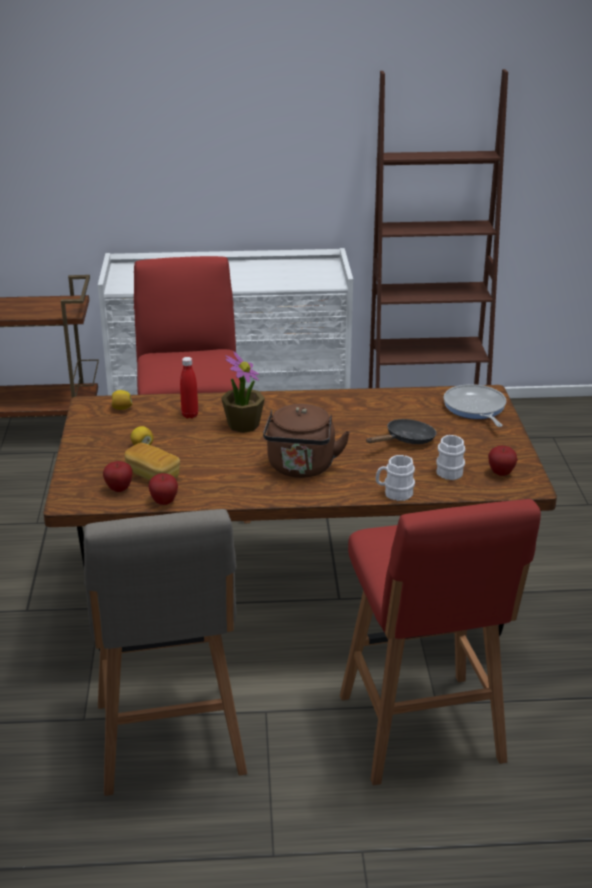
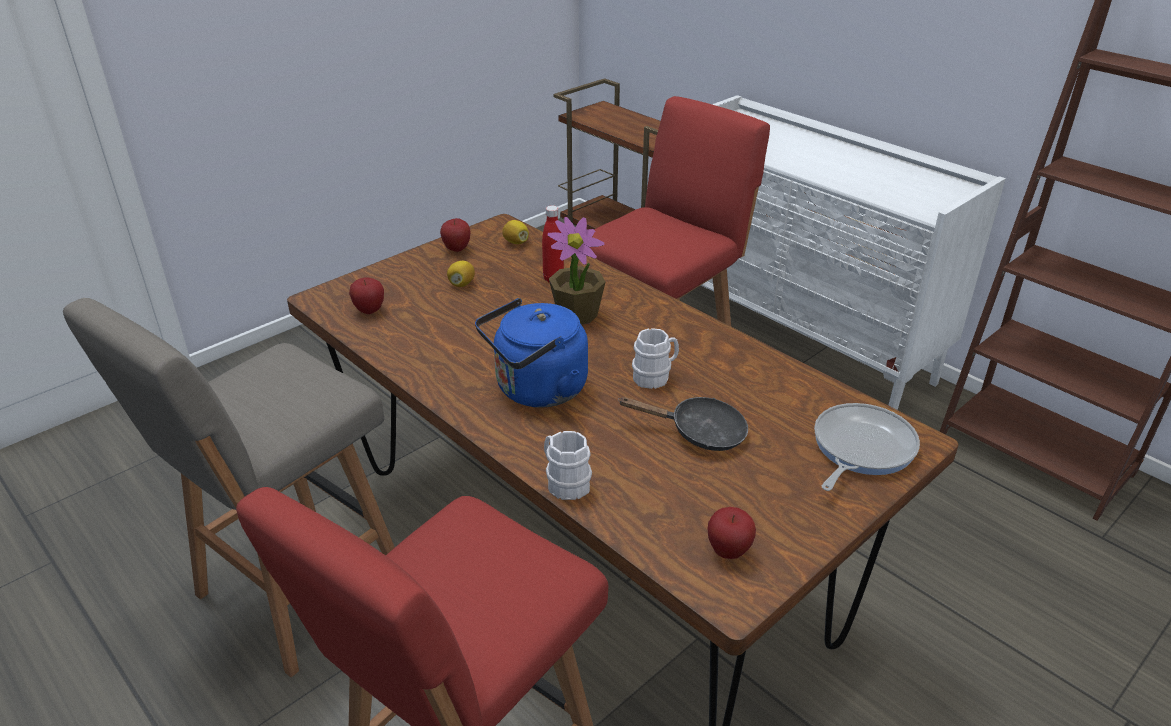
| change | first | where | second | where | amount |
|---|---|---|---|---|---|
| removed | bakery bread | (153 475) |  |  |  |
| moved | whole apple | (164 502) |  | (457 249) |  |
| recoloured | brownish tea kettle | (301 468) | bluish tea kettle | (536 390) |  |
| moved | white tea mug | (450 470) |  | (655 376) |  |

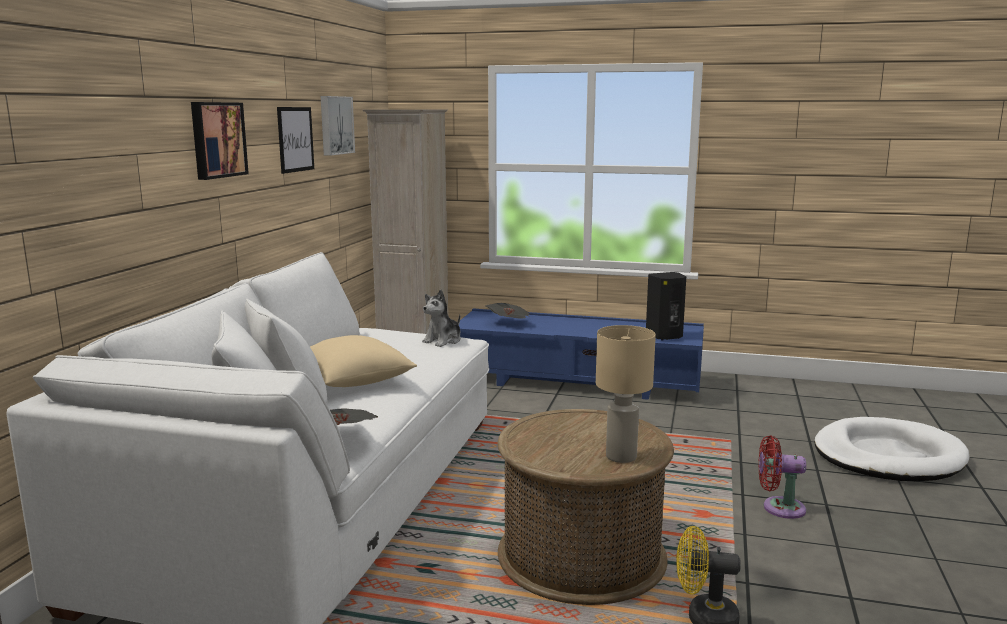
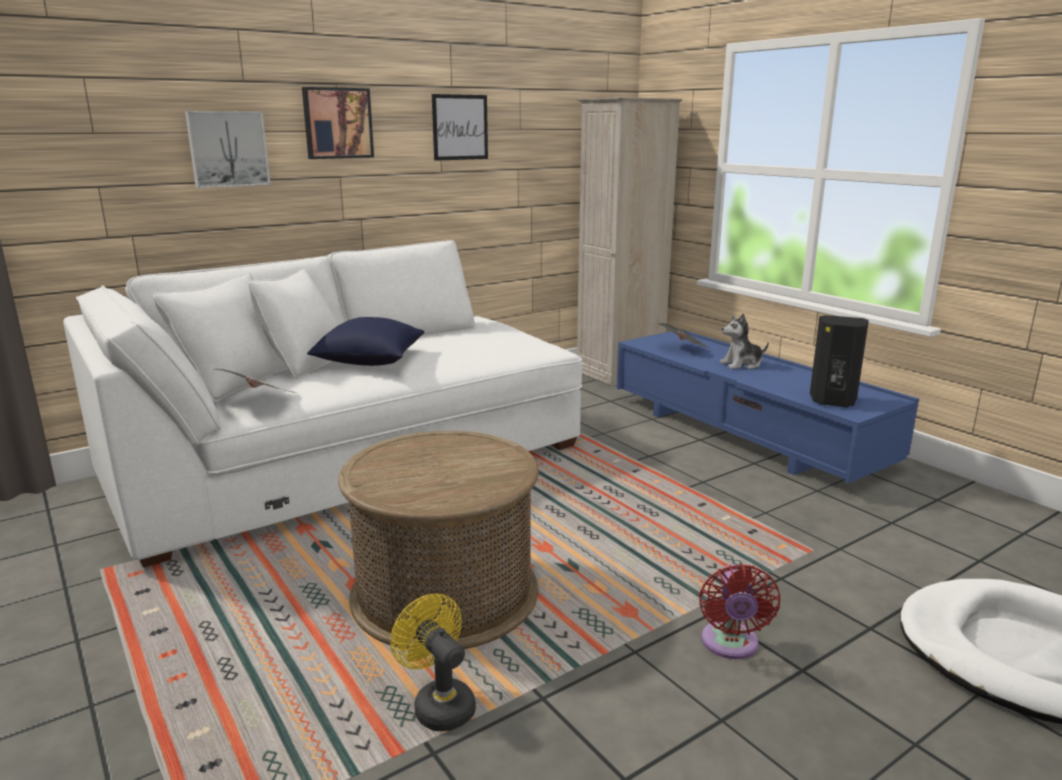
| change | first | where | second | where | amount |
|---|---|---|---|---|---|
| recoloured | beige-coloured throw pillow | (353 381) | bluish throw pillow | (369 361) |  |
| moved | wall picture | (335 125) |  | (228 149) |  |
| moved | soft toy | (443 341) |  | (742 364) |  |
| removed | beige-coloured lamp for a table | (622 456) |  |  |  |
| turned | red cooling fan | (779 508) |  | (730 645) | 135 degrees counterclockwise |

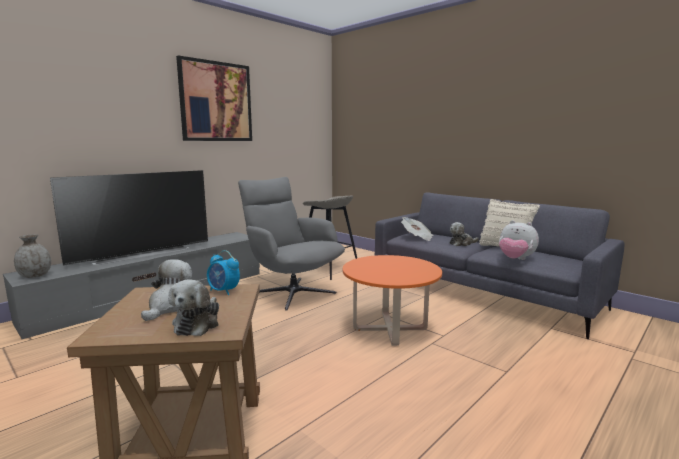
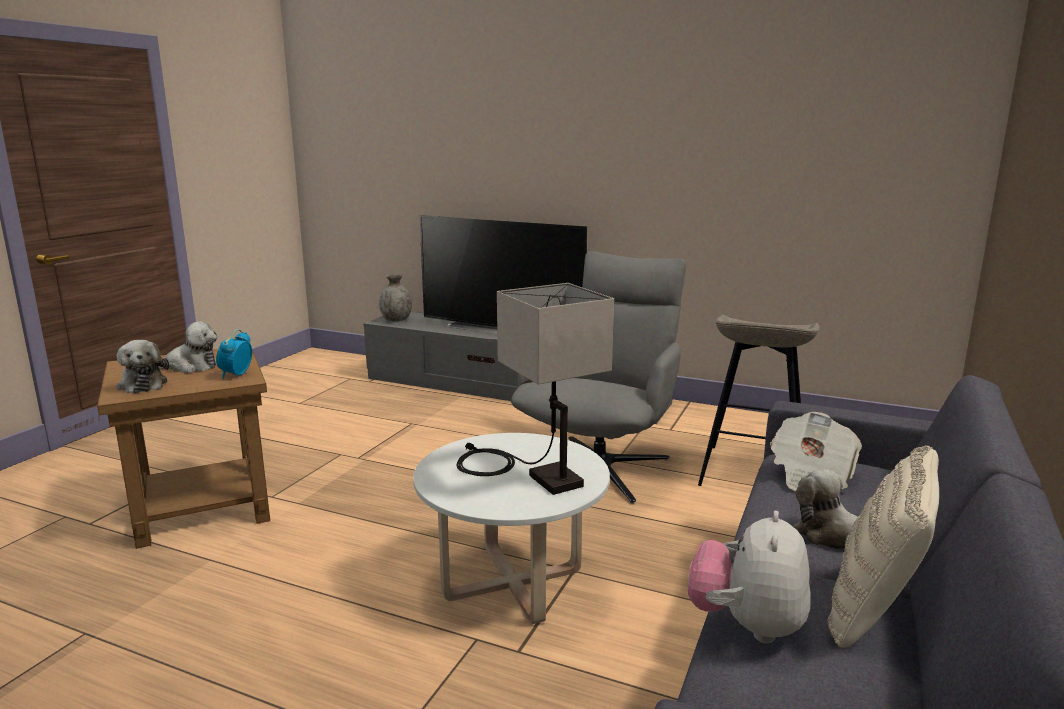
| change | first | where | second | where | amount |
|---|---|---|---|---|---|
| turned | soft toy | (198 323) |  | (143 384) | 105 degrees counterclockwise |
| removed | wall picture | (216 102) |  |  |  |
| recoloured | orange-coloured low table | (390 329) | white low table | (512 583) |  |
| added |  |  | lamp for a table | (526 472) |  |

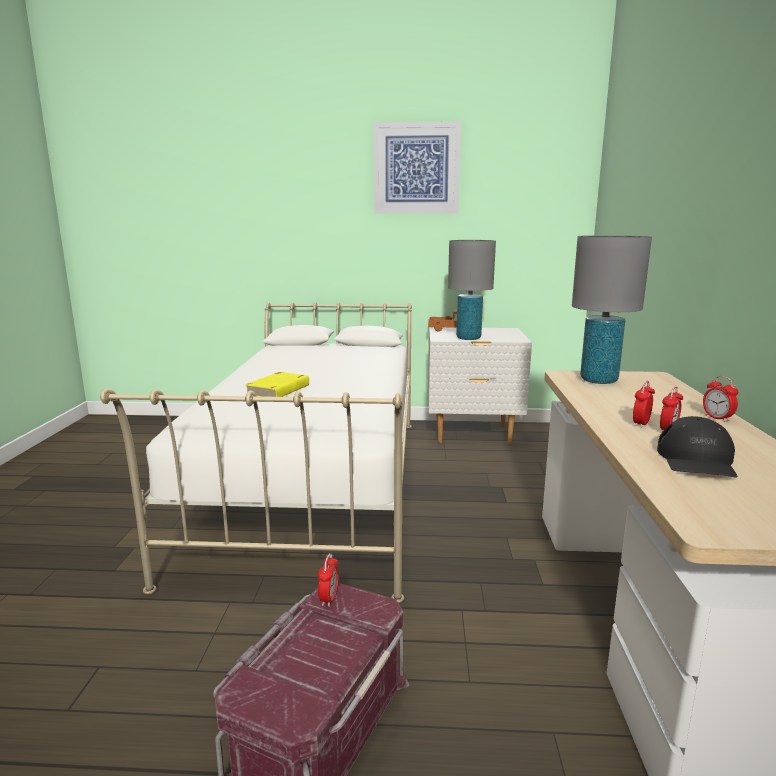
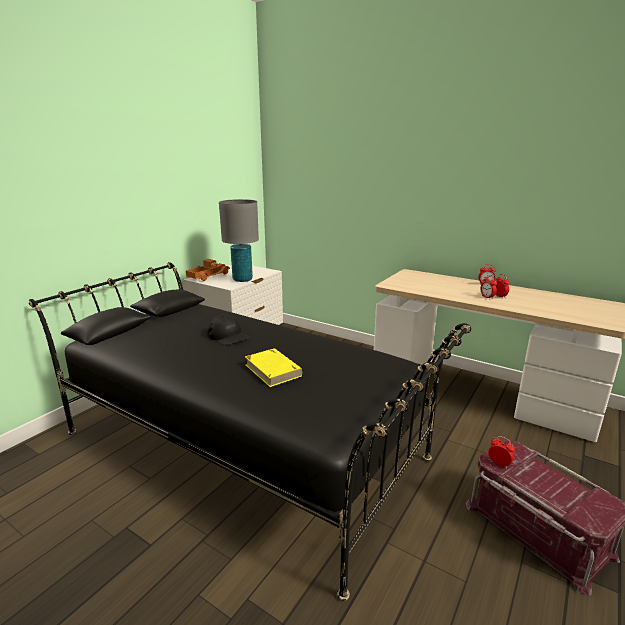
| change | first | where | second | where | amount |
|---|---|---|---|---|---|
| recoloured | white bedroom bed | (314 487) | blackish bedroom bed | (241 446) |  |
| removed | wall picture | (416 169) |  |  |  |
| removed | greyish lamp for a table | (598 380) |  |  |  |
| moved | blackish baseball cap | (697 460) |  | (228 336) |  |

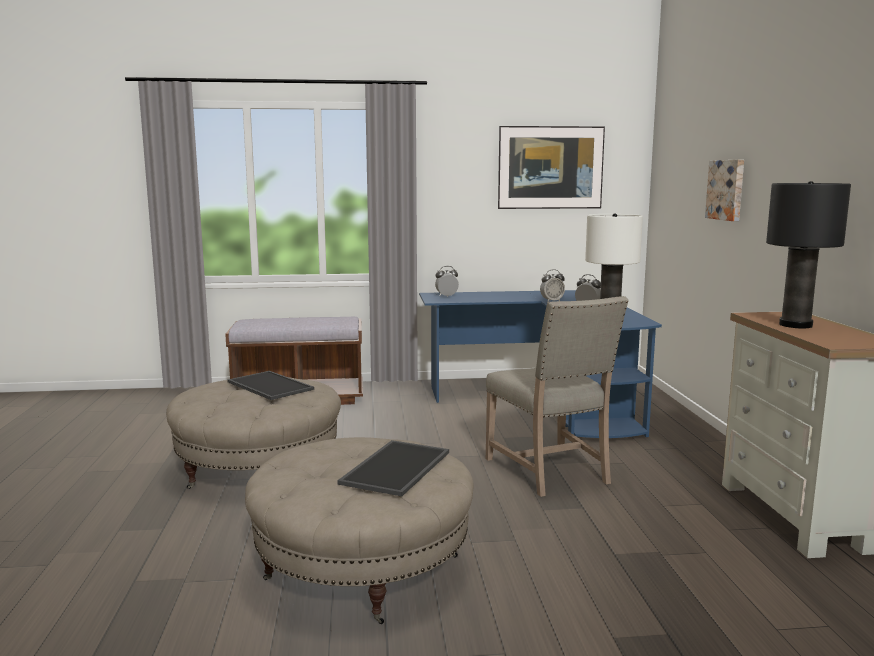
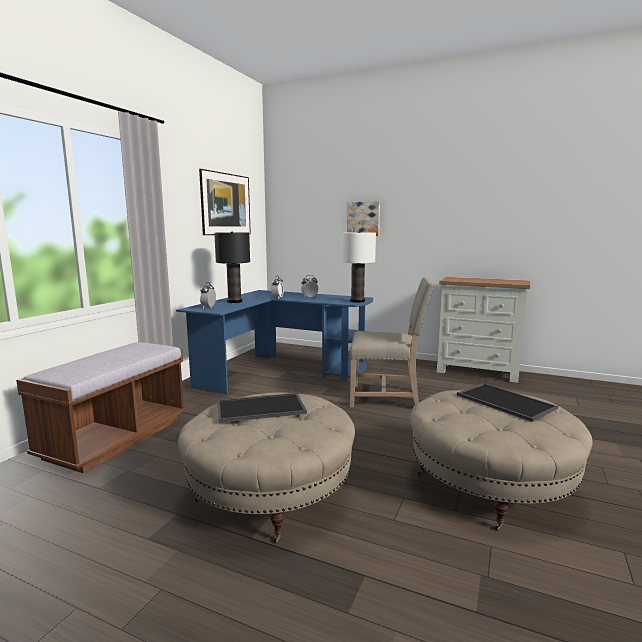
| change | first | where | second | where | amount |
|---|---|---|---|---|---|
| moved | blackish lamp for a table | (795 325) |  | (234 301) |  |

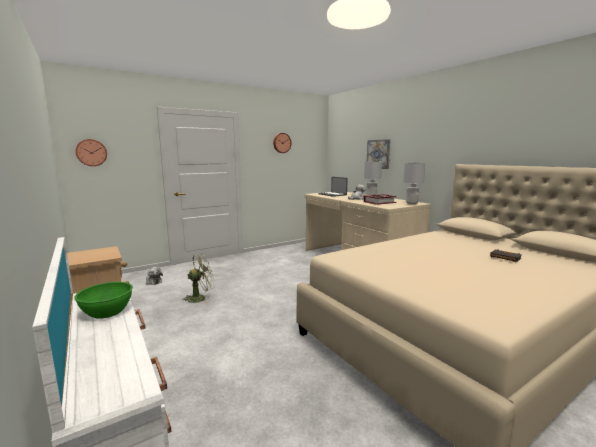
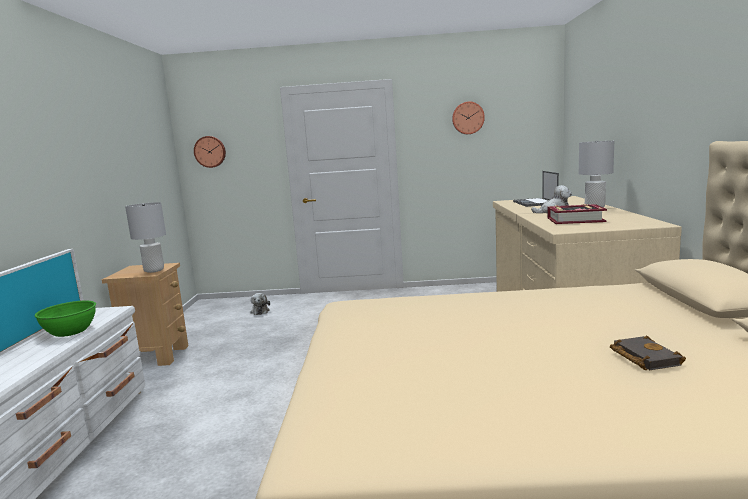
| change | first | where | second | where | amount |
|---|---|---|---|---|---|
| removed | green-coloured cooling fan | (200 298) |  |  |  |
| removed | wall picture | (378 154) |  |  |  |
| moved | greyish lamp for a table | (411 204) |  | (154 271) |  |

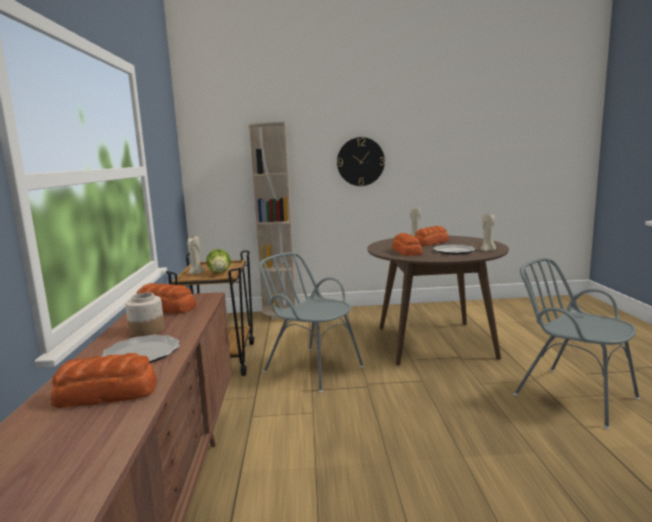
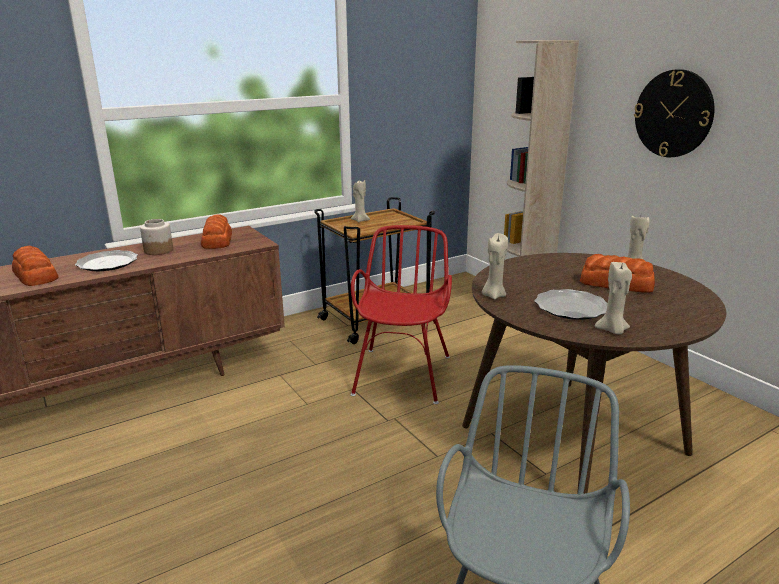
| change | first | where | second | where | amount |
|---|---|---|---|---|---|
| removed | lettuce head | (219 272) |  |  |  |
| recoloured | greyish chair | (311 367) | red chair | (402 372) |  |
| removed | bakery bread | (406 252) |  |  |  |
| added |  |  | beige-coloured wax light | (493 295) |  |

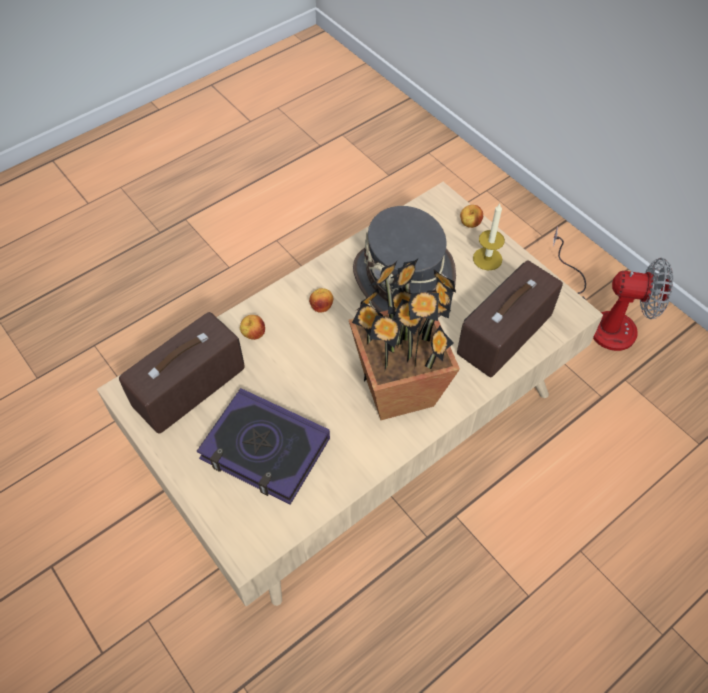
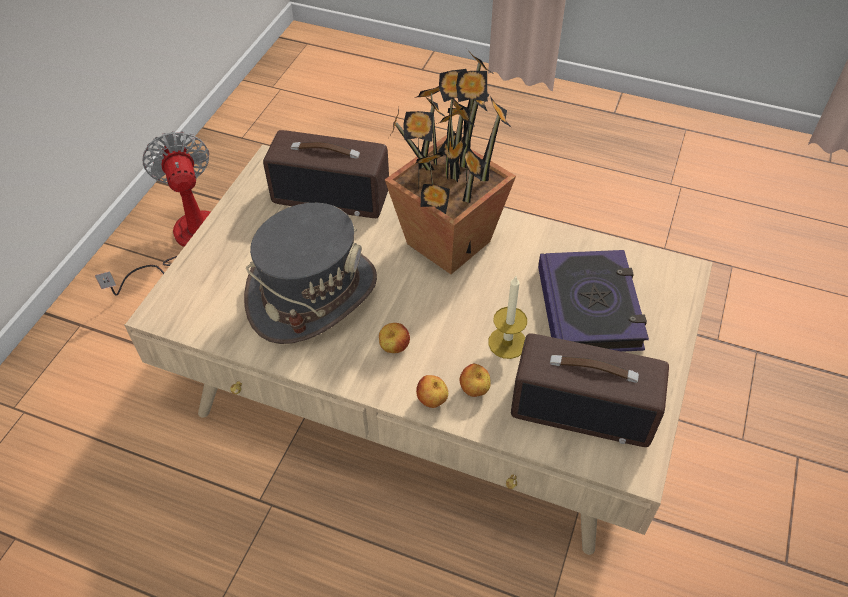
| change | first | where | second | where | amount |
|---|---|---|---|---|---|
| moved | whole apple | (469 224) |  | (432 400) |  |
| moved | wax light | (487 259) |  | (507 343) |  |

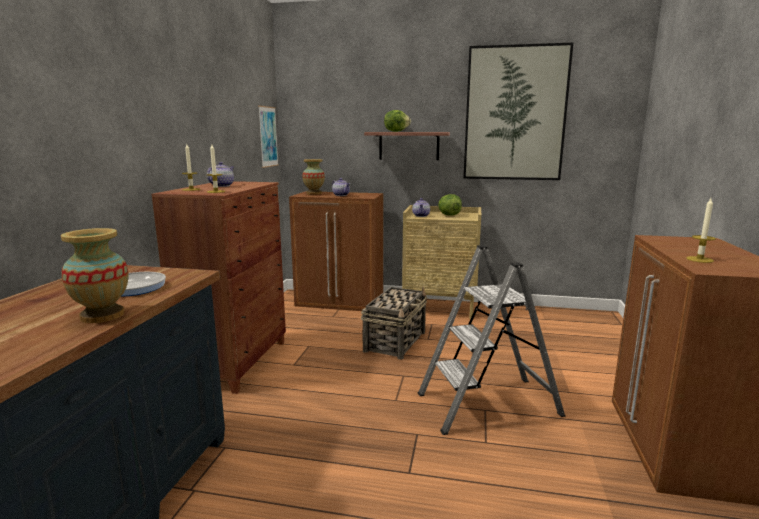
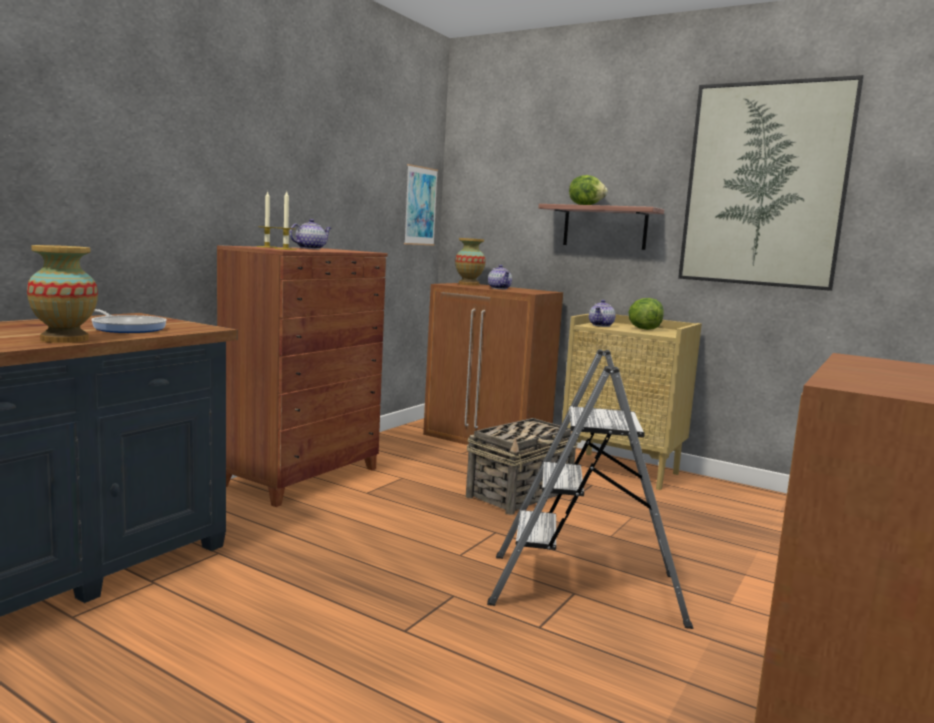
| change | first | where | second | where | amount |
|---|---|---|---|---|---|
| removed | wax light | (699 259) |  |  |  |

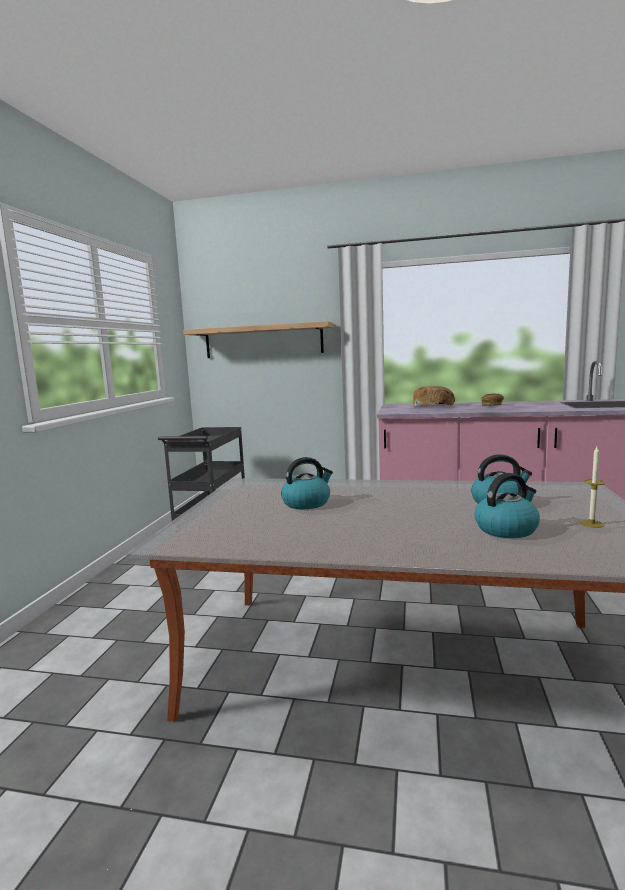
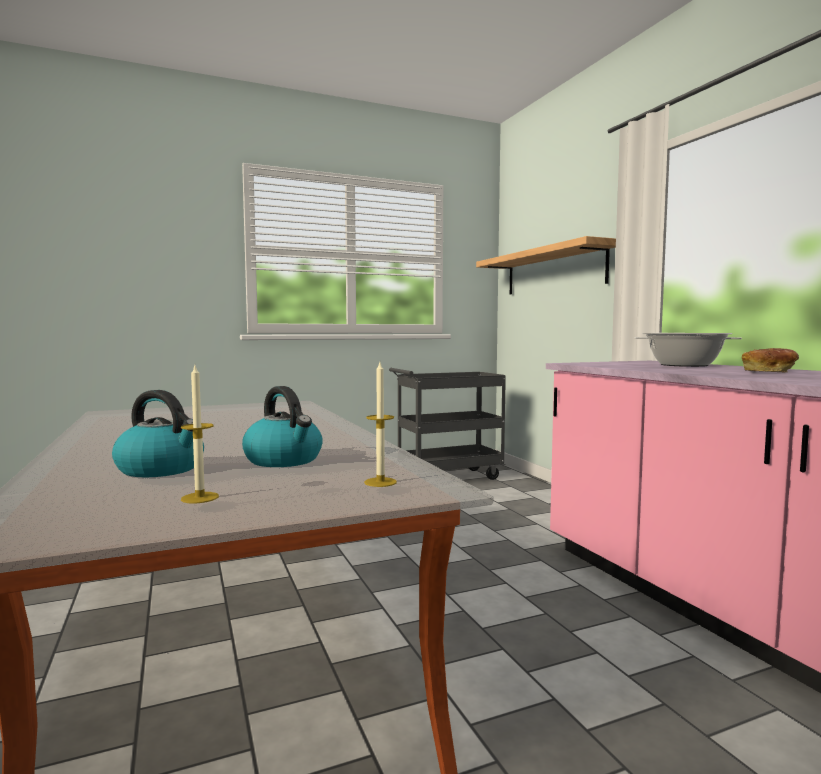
| change | first | where | second | where | amount |
|---|---|---|---|---|---|
| removed | tea kettle | (307 503) |  |  |  |
| replaced | bakery bread | (432 405) | saucepot | (683 365) |  |
| added |  |  | wax light | (380 482) |  |

